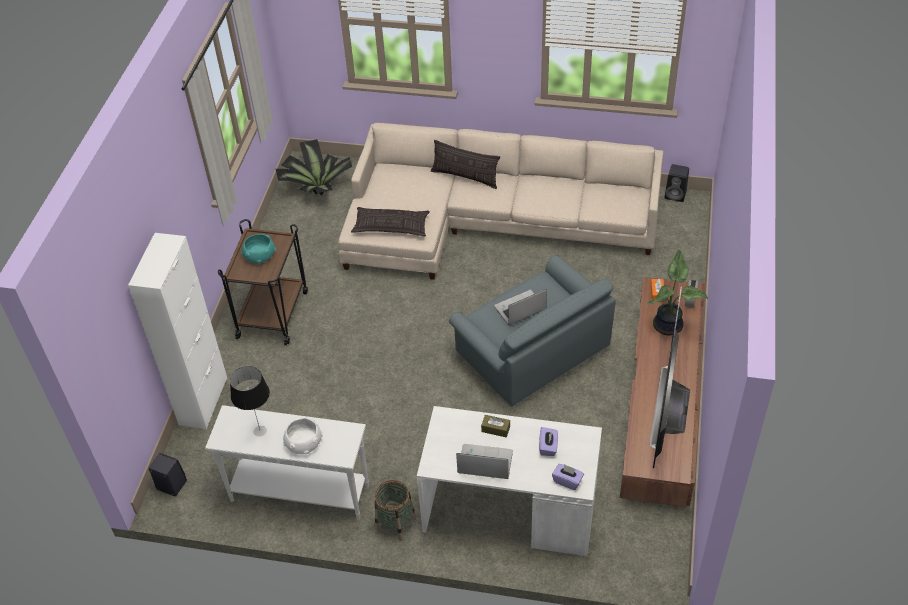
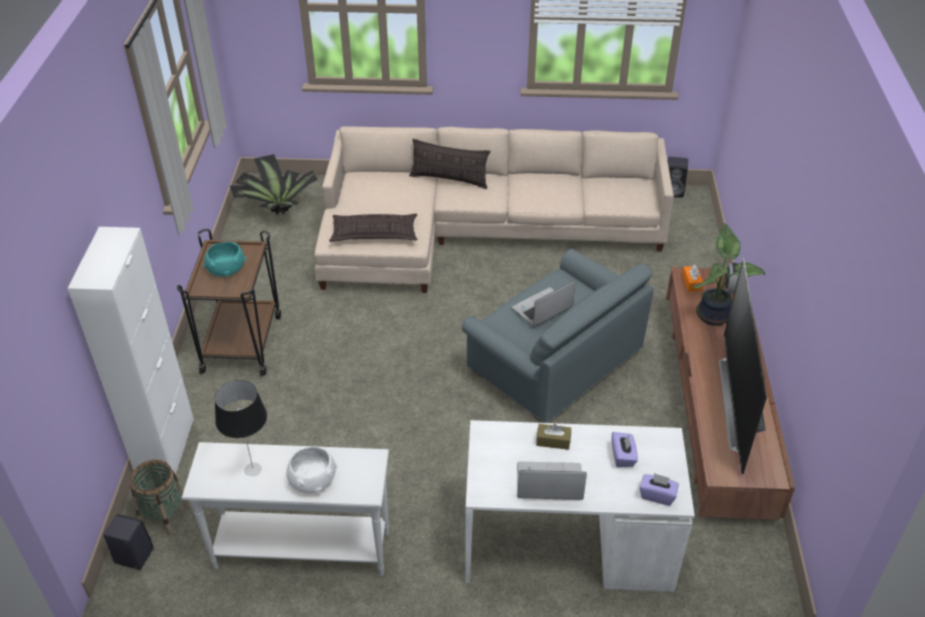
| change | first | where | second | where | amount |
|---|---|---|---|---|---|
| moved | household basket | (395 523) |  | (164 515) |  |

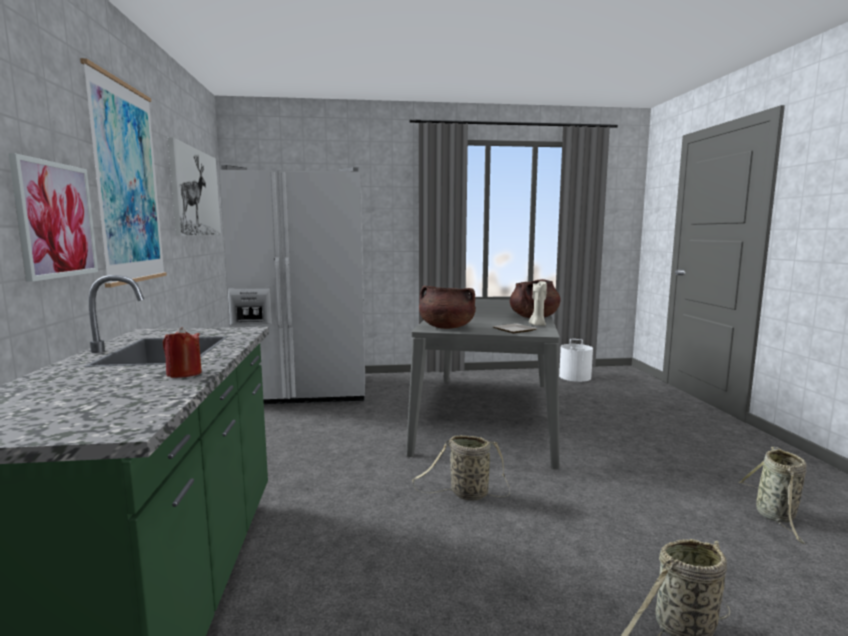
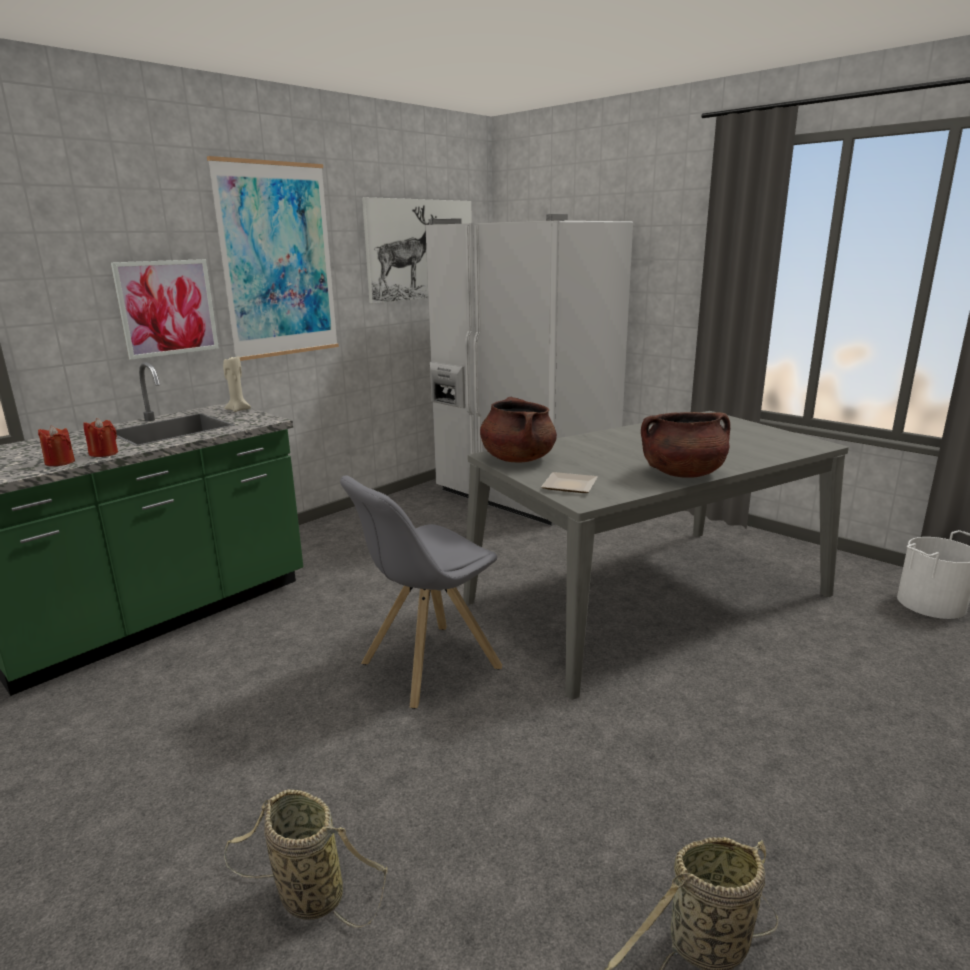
| change | first | where | second | where | amount |
|---|---|---|---|---|---|
| replaced | household basket | (466 494) | greyish chair | (429 665) |  |
| moved | beige-coloured wax light | (537 325) |  | (238 410) |  |
| added |  |  | red wax light | (60 462) |  |

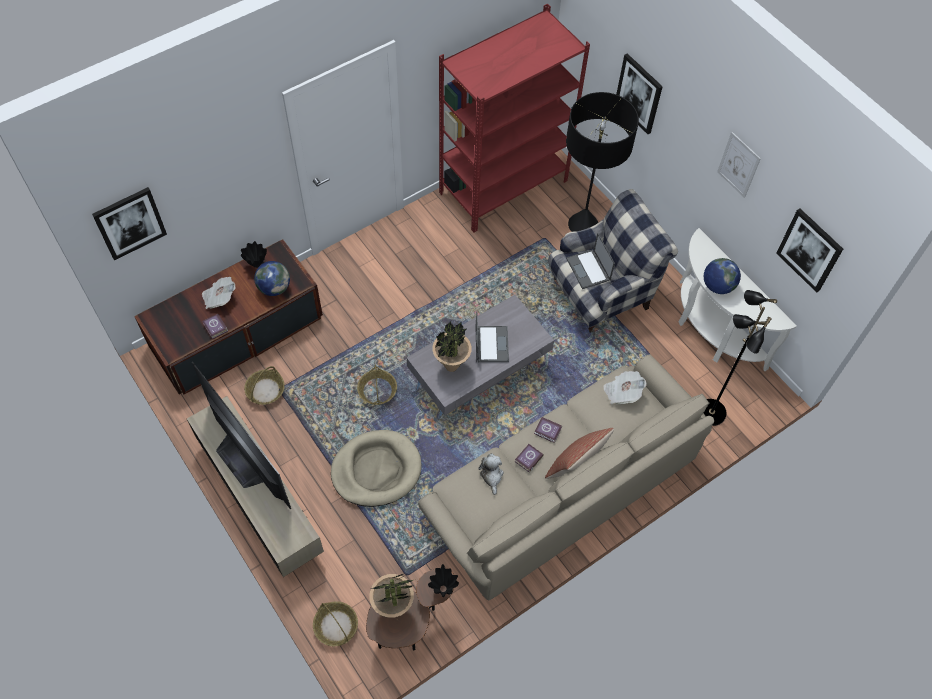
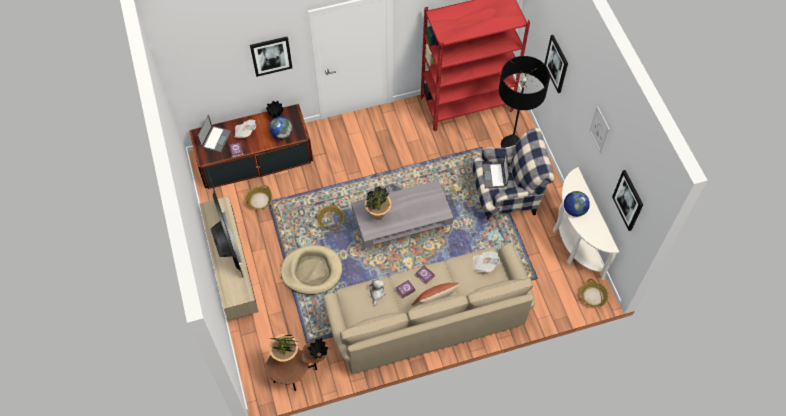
| change | first | where | second | where | amount |
|---|---|---|---|---|---|
| moved | wall picture | (129 223) |  | (271 55) |  |
| moved | household basket | (335 626) |  | (593 296) |  |
| moved | laptop | (491 344) |  | (216 139) |  |
| removed | blackish standard lamp | (710 412) |  |  |  |

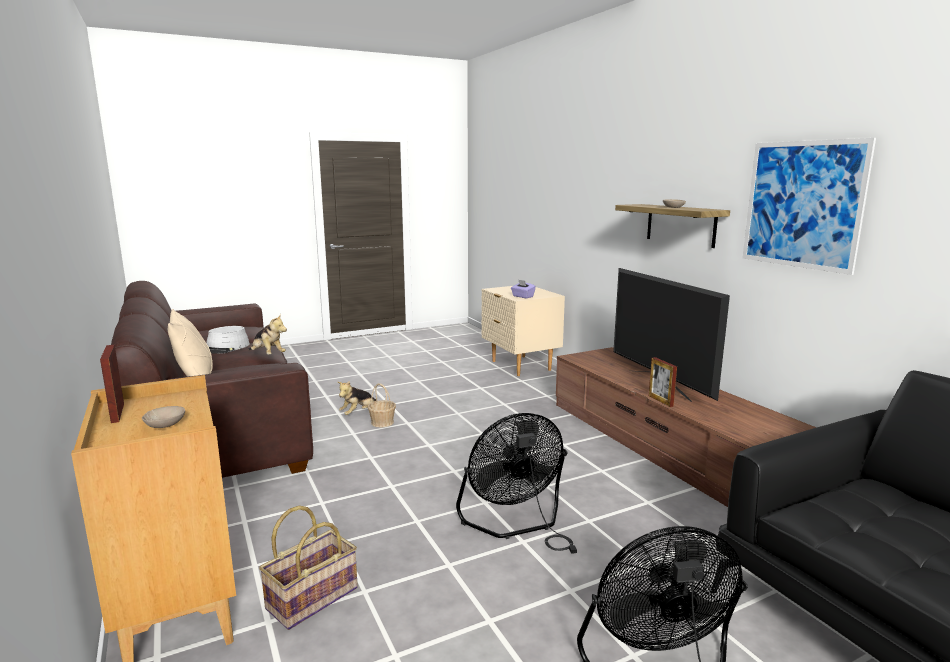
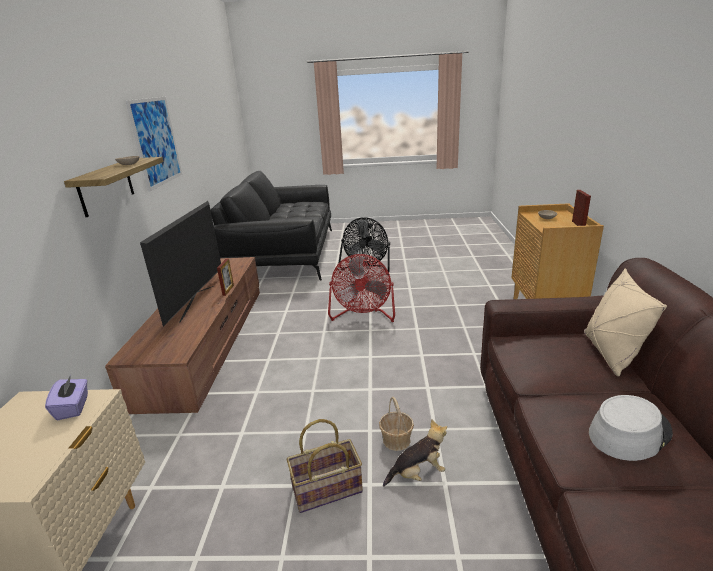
| change | first | where | second | where | amount |
|---|---|---|---|---|---|
| removed | soft toy | (267 355) |  |  |  |
| moved | household basket | (312 597) |  | (327 490) |  |
| recoloured | blackish cooling fan | (523 524) | red cooling fan | (361 314) |  |

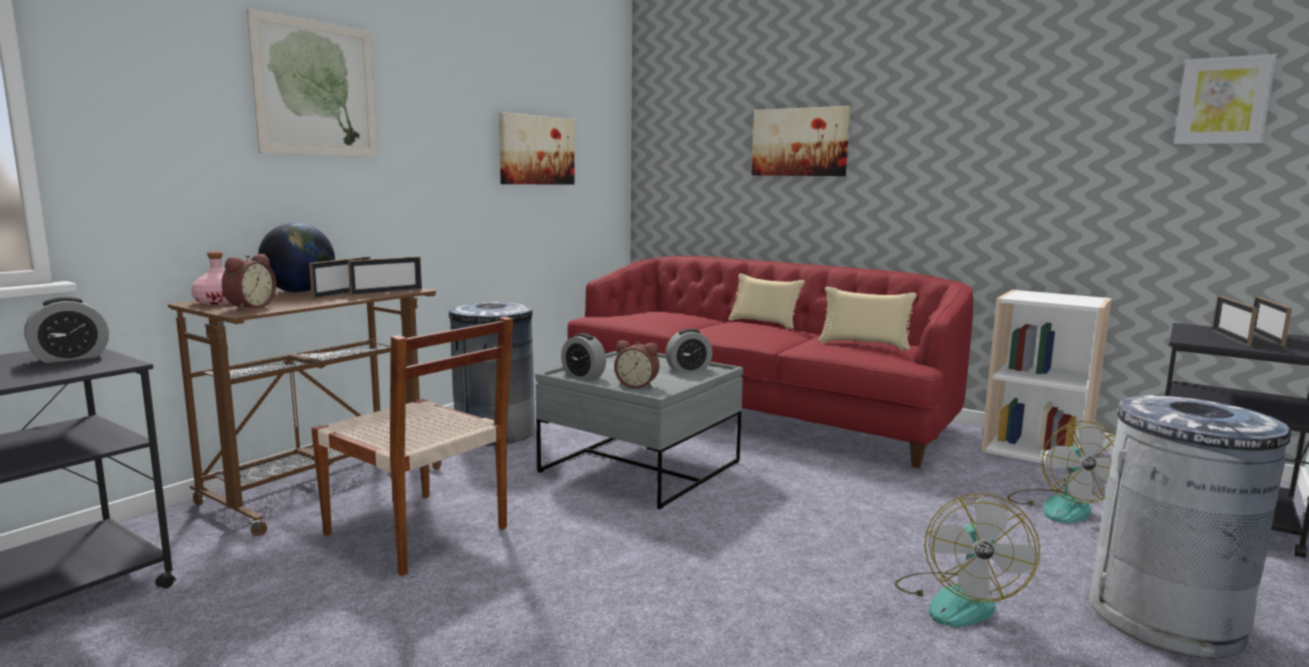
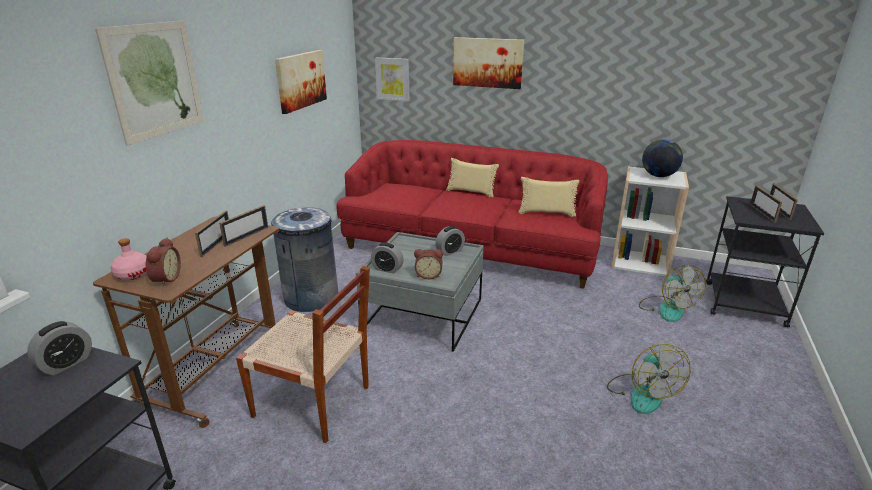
| change | first | where | second | where | amount |
|---|---|---|---|---|---|
| moved | desk globe | (300 292) |  | (658 176) |  |
| removed | greyish trash can | (1166 618) |  |  |  |
| moved | wall picture | (1223 101) |  | (392 79) |  |

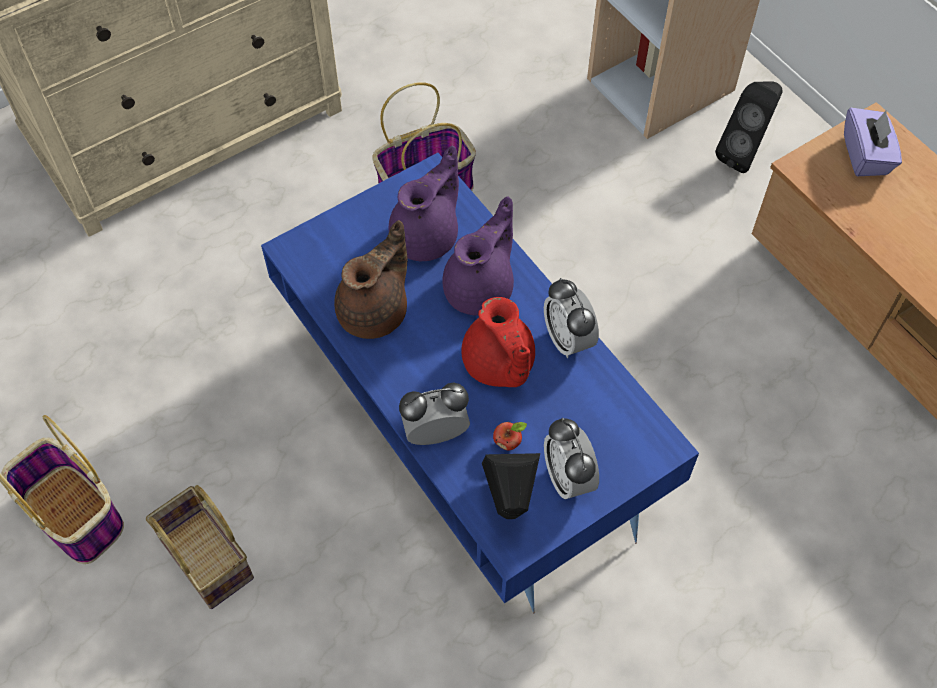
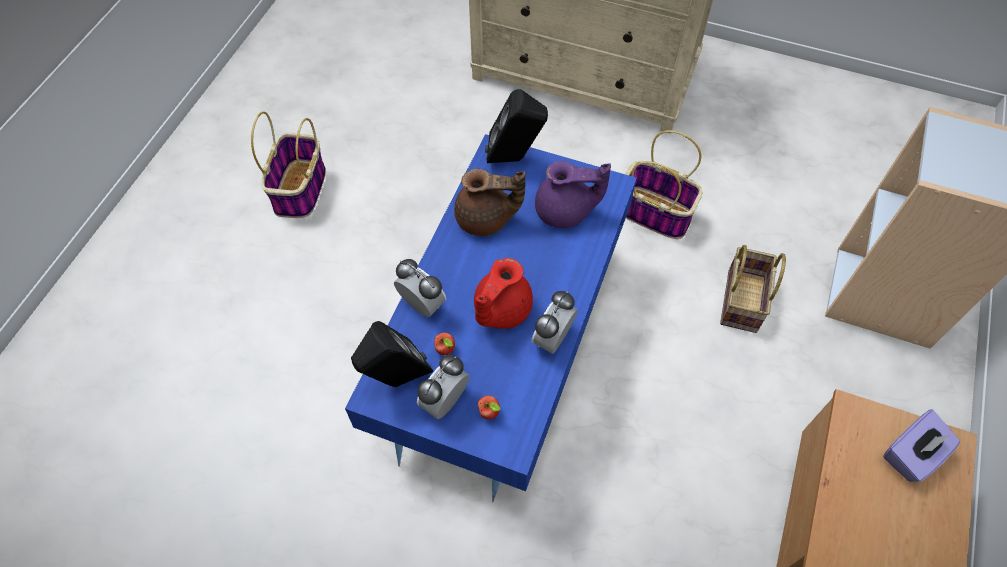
| change | first | where | second | where | amount |
|---|---|---|---|---|---|
| moved | household basket | (210 559) |  | (743 302) |  |
| removed | purple-coloured pot for tea | (481 288) |  |  |  |
| moved | blackish speaker | (744 153) |  | (515 158) |  |
| added |  |  | whole apple | (490 413) |  |

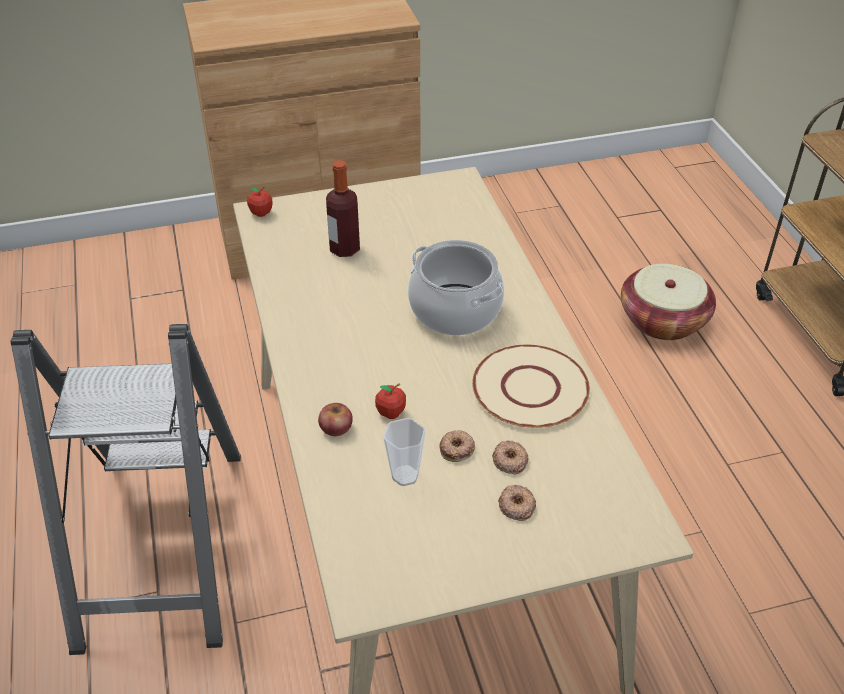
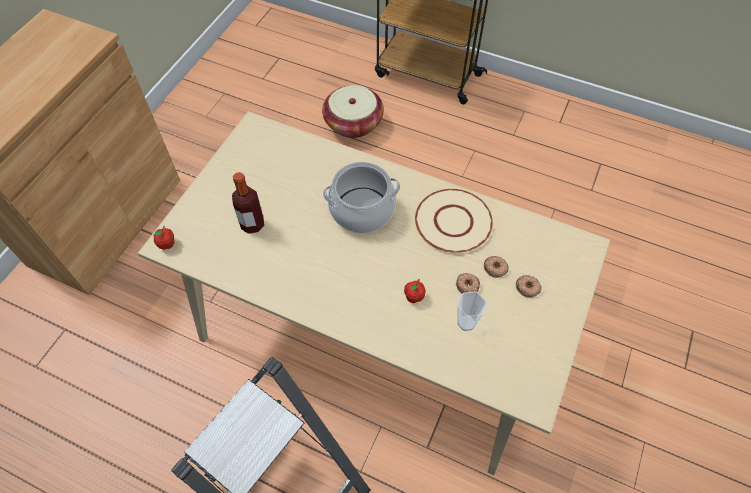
| change | first | where | second | where | amount |
|---|---|---|---|---|---|
| removed | whole apple | (336 427) |  |  |  |

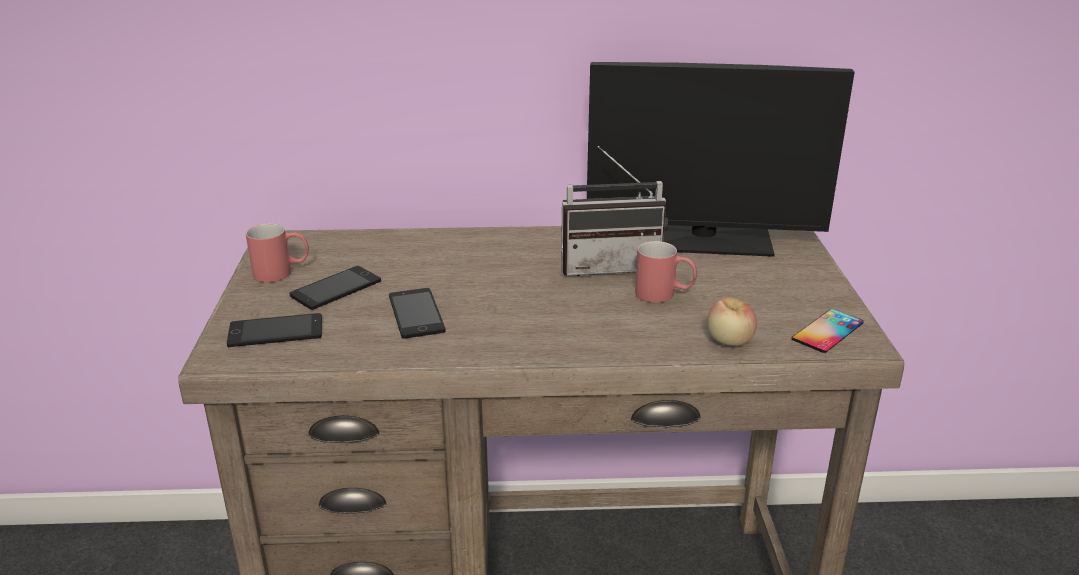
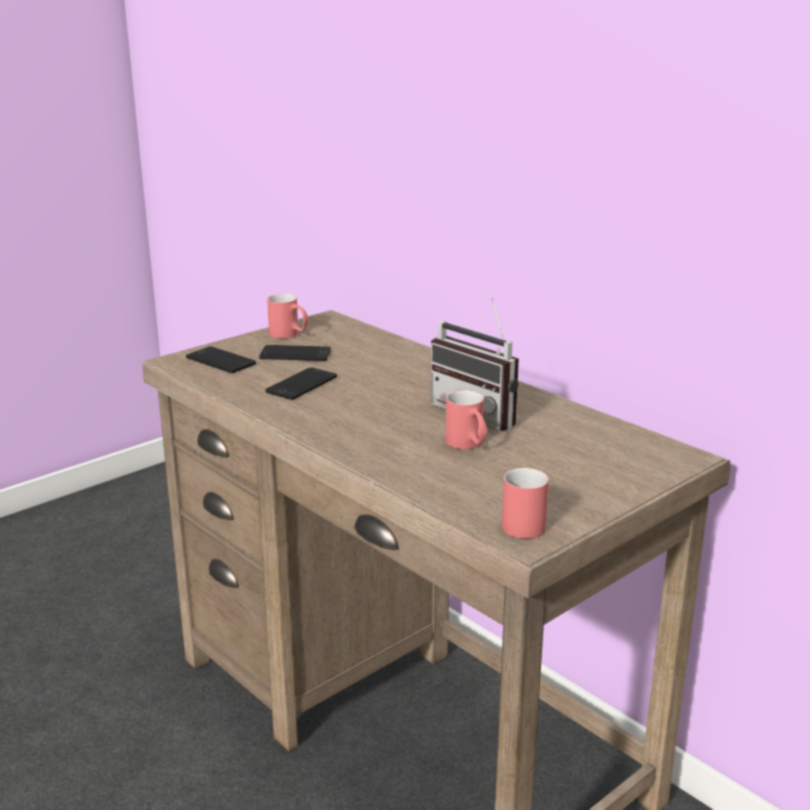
| change | first | where | second | where | amount |
|---|---|---|---|---|---|
| removed | monitor | (703 240) |  |  |  |
| removed | whole apple | (729 342) |  |  |  |
| replaced | telephone | (827 331) | red tea mug | (523 522) |  |

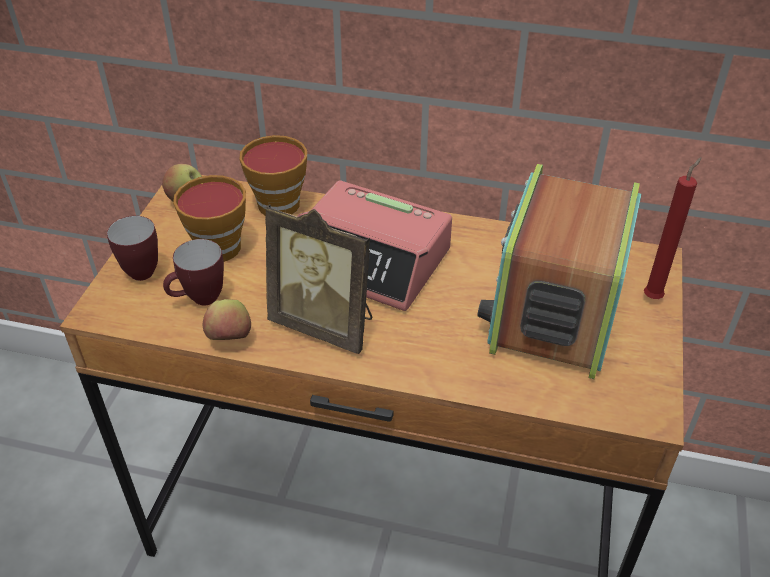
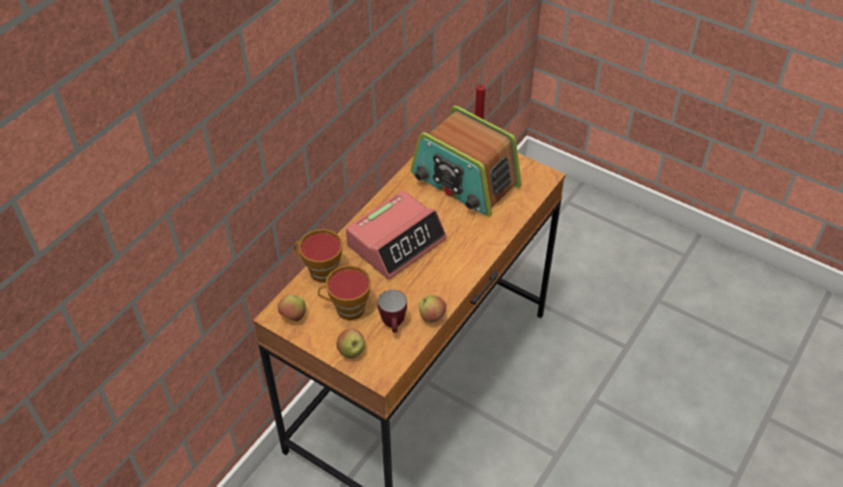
| change | first | where | second | where | amount |
|---|---|---|---|---|---|
| replaced | tea mug | (137 270) | whole apple | (352 352) |  |
| removed | standing frame | (325 324) |  |  |  |

